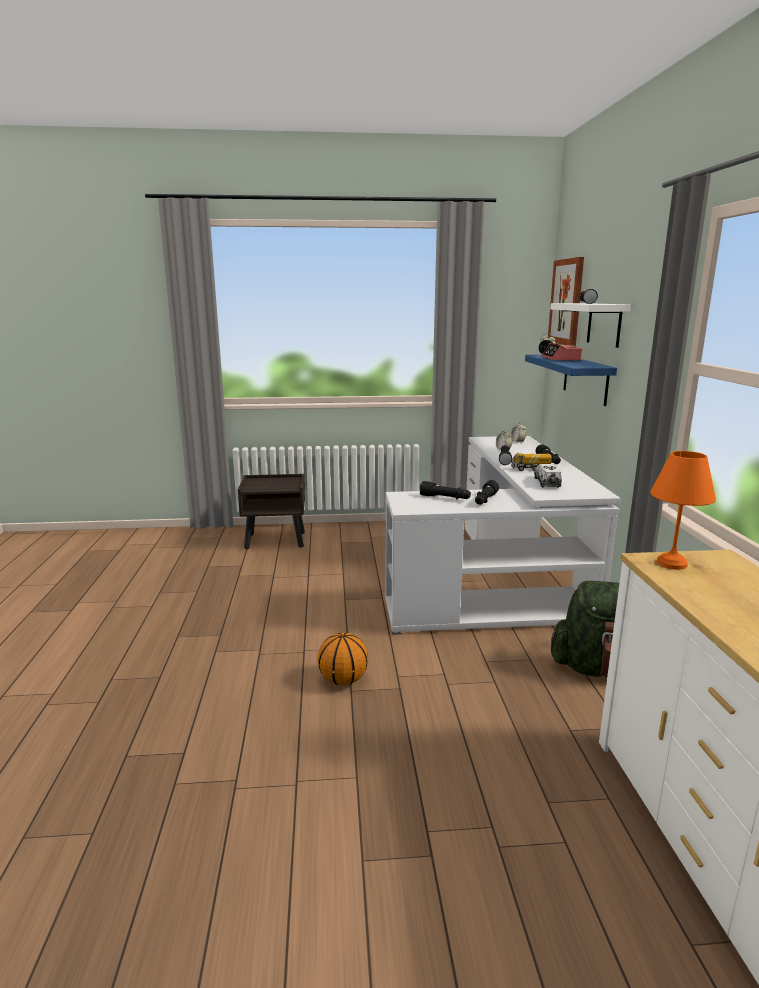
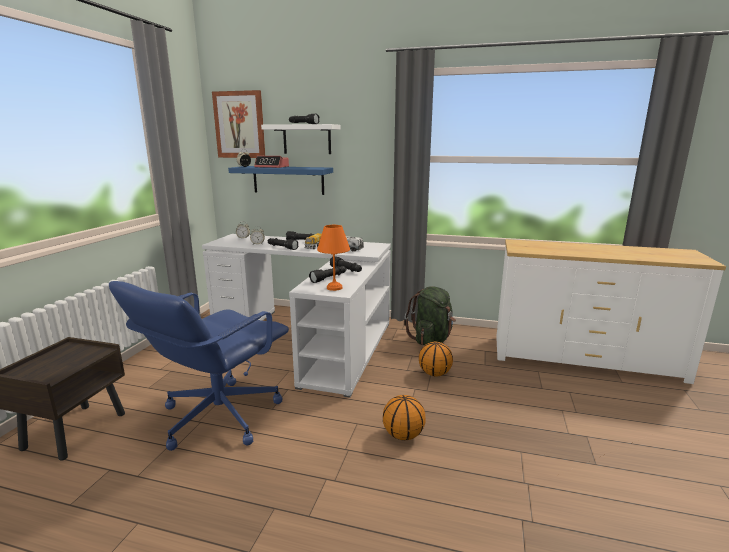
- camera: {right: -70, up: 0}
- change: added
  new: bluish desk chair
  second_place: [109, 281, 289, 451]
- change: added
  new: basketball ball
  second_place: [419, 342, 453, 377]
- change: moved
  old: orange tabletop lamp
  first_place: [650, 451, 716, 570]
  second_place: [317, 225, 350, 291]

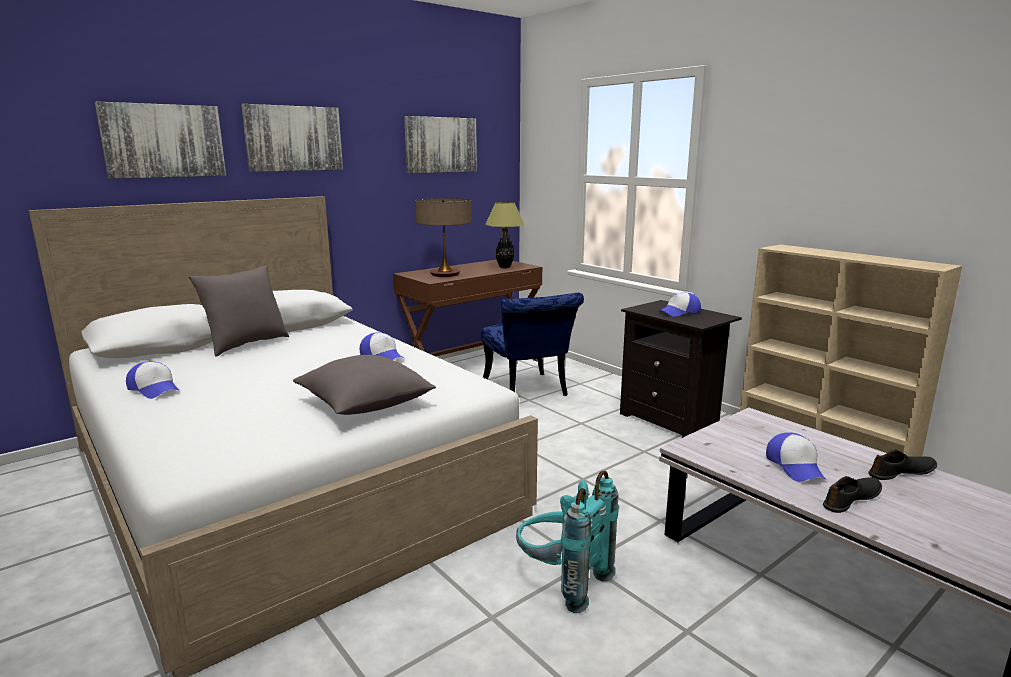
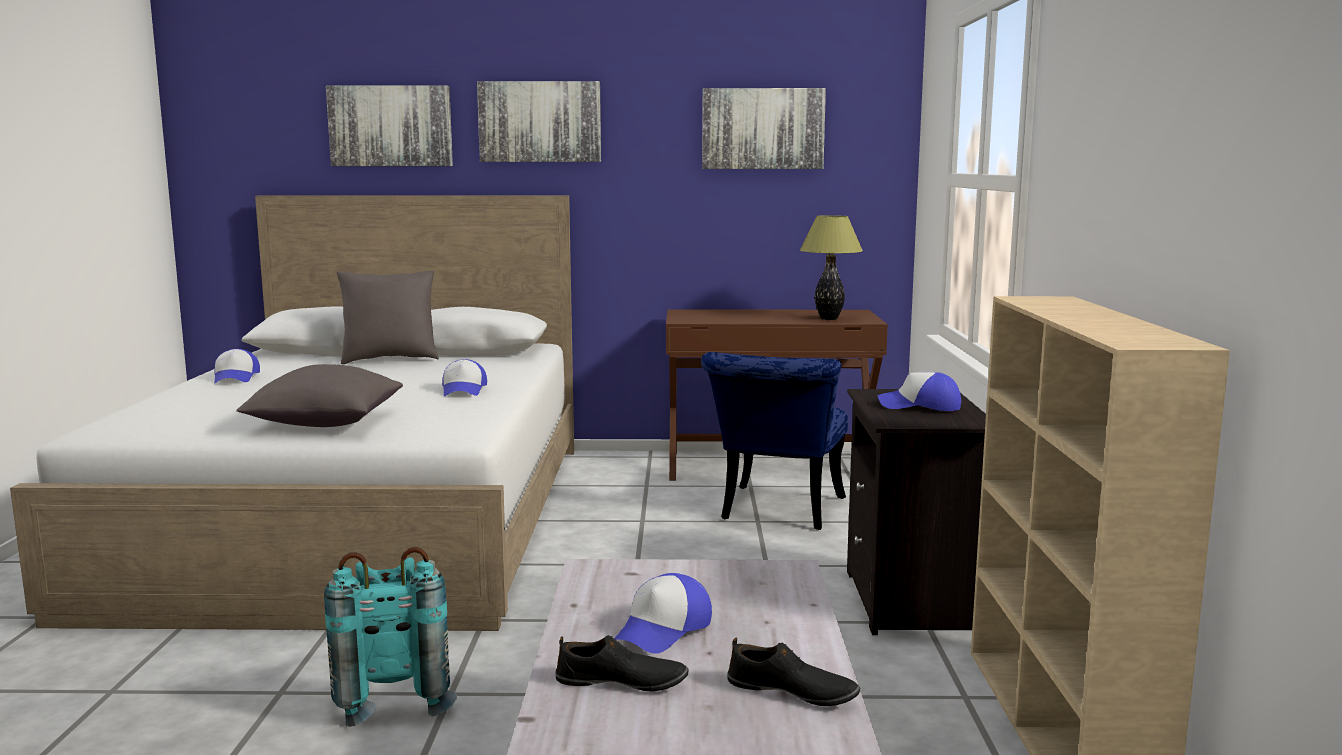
- camera: {right: 40, up: -5}
- change: removed
  old: tabletop lamp
  first_place: [415, 198, 471, 277]

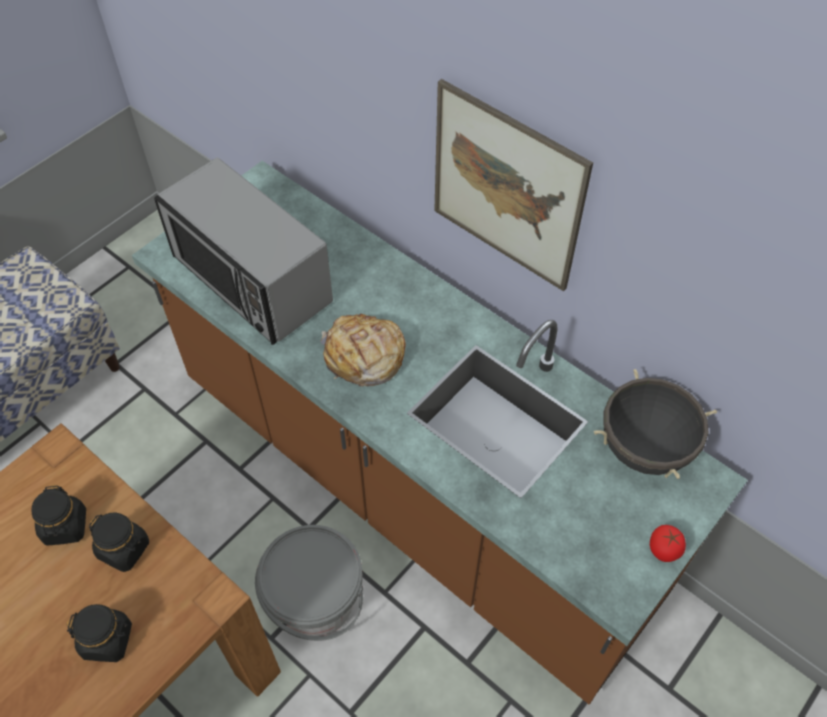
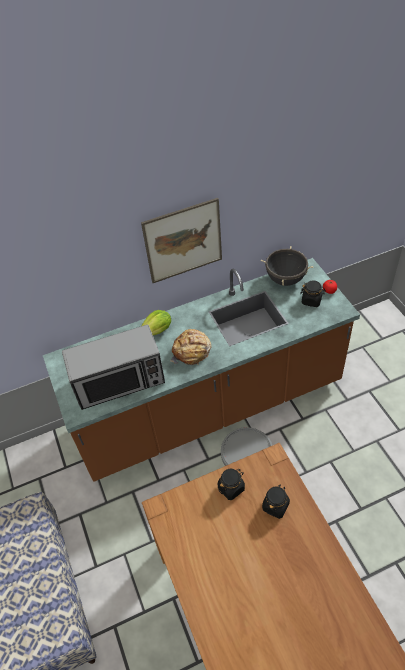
- camera: {right: -60, up: -5}
- change: added
  new: head of lettuce
  second_place: [142, 310, 171, 335]
- change: moved
  old: black-coloured preserve jar
  first_place: [31, 485, 86, 546]
  second_place: [300, 281, 326, 307]

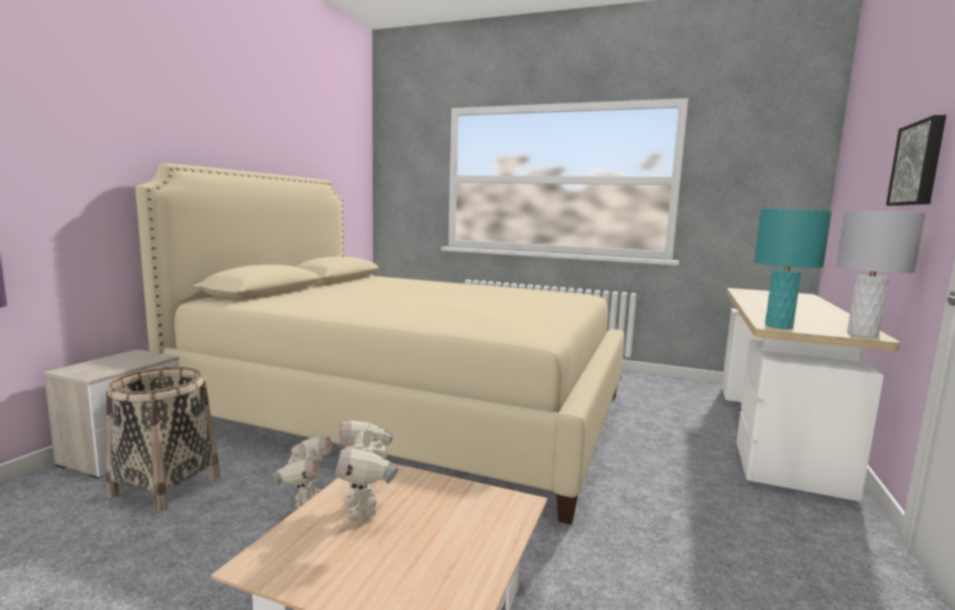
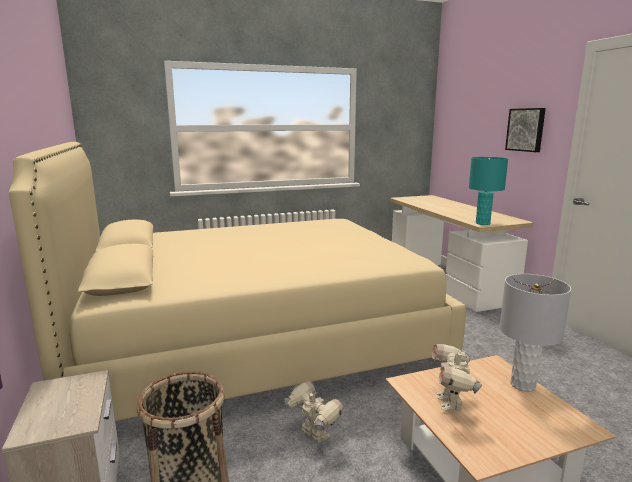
- camera: {right: -40, up: 5}
- change: moved
  old: grey tabletop lamp
  first_place: [836, 211, 926, 337]
  second_place: [499, 274, 571, 392]
- change: turned
  old: model robot
  first_place: [335, 418, 398, 519]
  second_place: [432, 344, 482, 412]
  degrees: 60

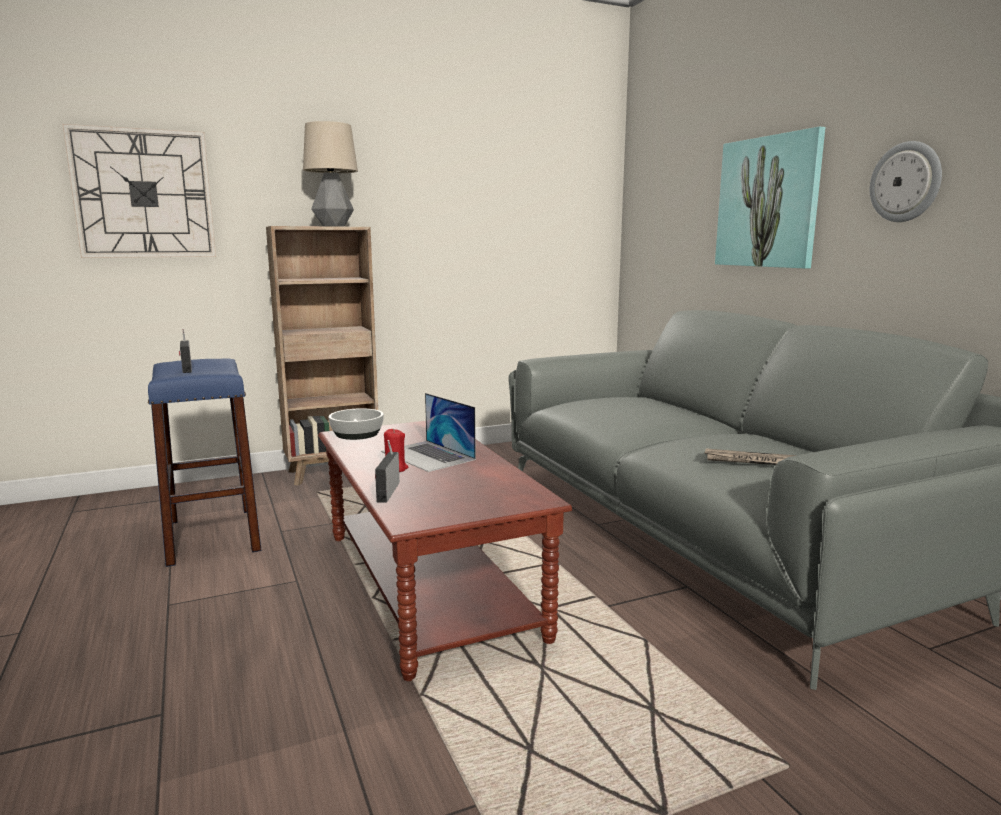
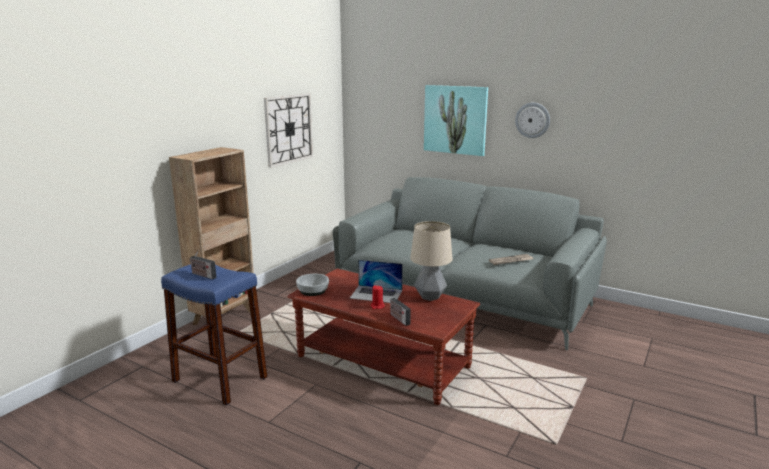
- camera: {right: -35, up: 5}
- change: moved
  old: hanging clock
  first_place: [63, 124, 216, 258]
  second_place: [264, 93, 313, 168]
- change: moved
  old: tabletop lamp
  first_place: [303, 121, 358, 227]
  second_place: [410, 221, 452, 301]

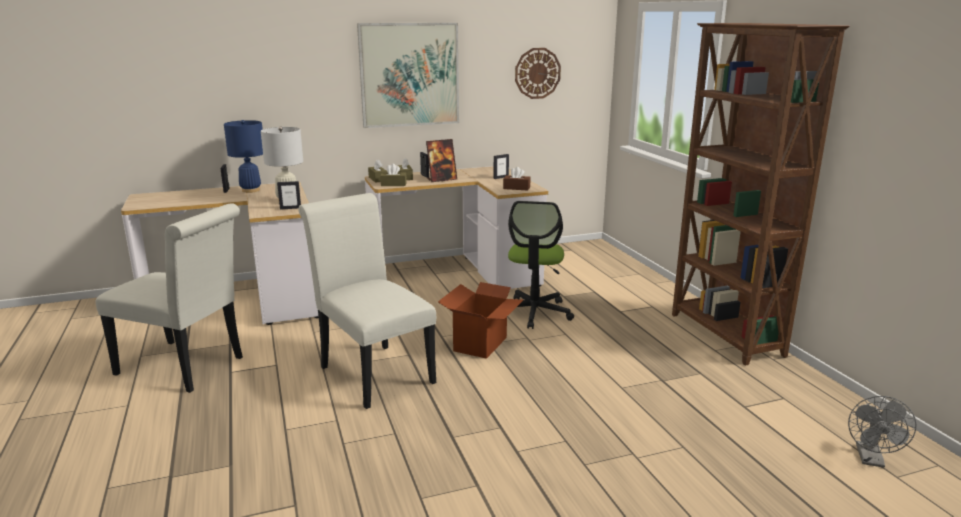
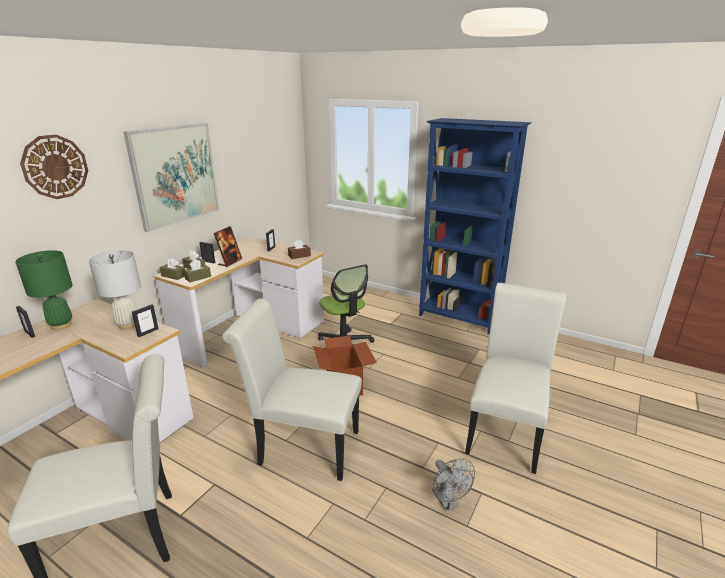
- camera: {right: -40, up: 5}
- change: added
  new: whitish chair
  second_place: [465, 283, 566, 474]
- change: moved
  old: hanging clock
  first_place: [515, 48, 561, 99]
  second_place: [20, 135, 88, 199]
- change: moved
  old: grey electric fan
  first_place: [848, 396, 917, 468]
  second_place: [432, 458, 475, 511]
- change: recoloured
  old: bluish tabletop lamp
  new: green-coloured tabletop lamp
  first_place: [224, 120, 263, 193]
  second_place: [15, 250, 73, 330]
- change: recoloured
  old: brown-coloured shelving unit
  new: bluish shelving unit
  first_place: [672, 23, 850, 365]
  second_place: [419, 118, 531, 334]

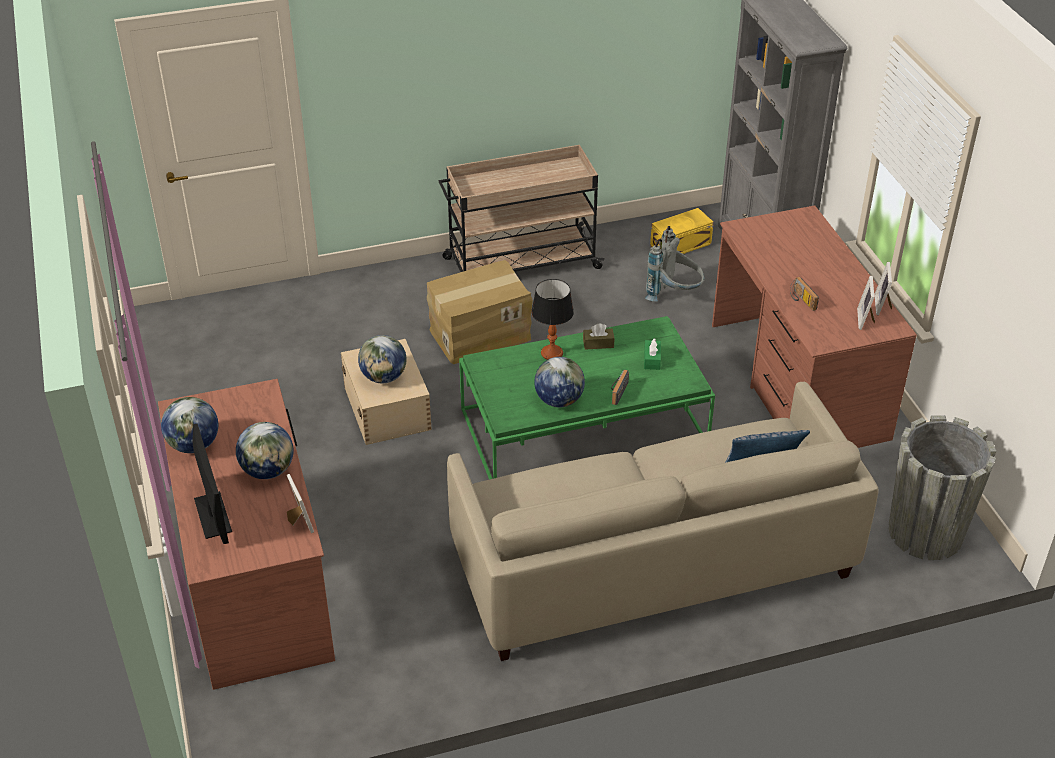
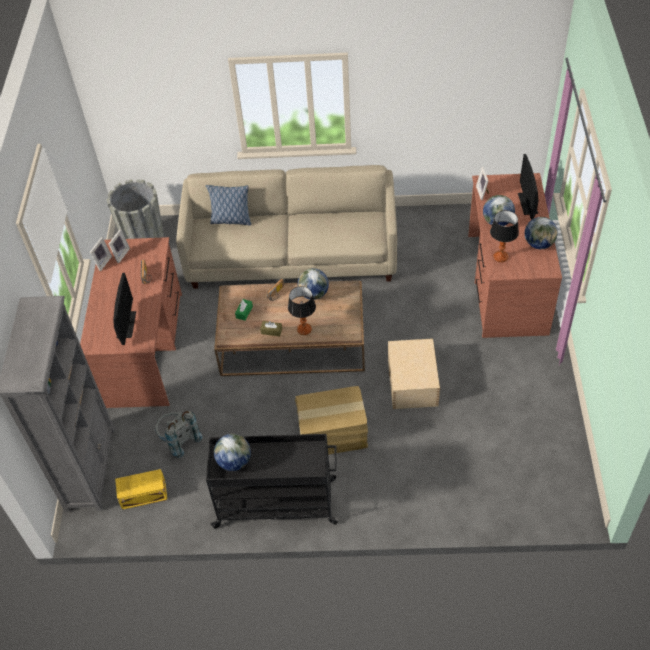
- camera: {right: -160, up: 10}
- change: added
  new: computer screen
  second_place: [113, 273, 136, 345]
- change: added
  new: tabletop lamp
  second_place: [490, 210, 519, 262]
- change: moved
  old: globe
  first_place: [358, 335, 406, 383]
  second_place: [214, 434, 251, 471]
- change: recoloured
  old: sand-coloured trolley
  new: black-coloured trolley
  first_place: [439, 145, 605, 272]
  second_place: [206, 434, 337, 529]
- change: recoloured
  old: green-coloured lounge table
  new: brown-coloured lounge table
  first_place: [459, 316, 715, 480]
  second_place: [214, 280, 365, 376]

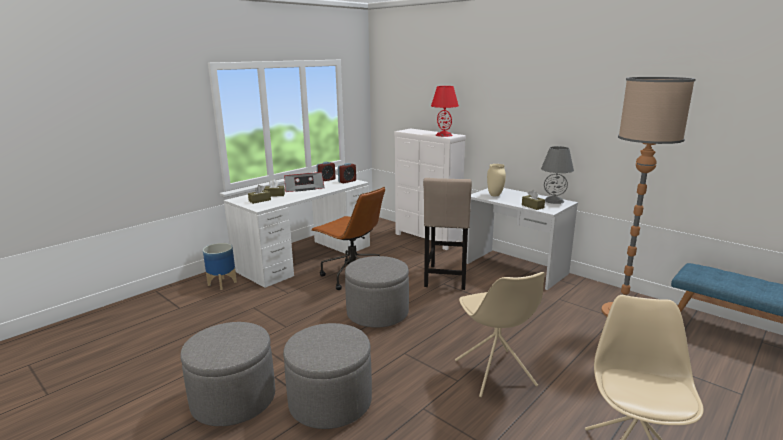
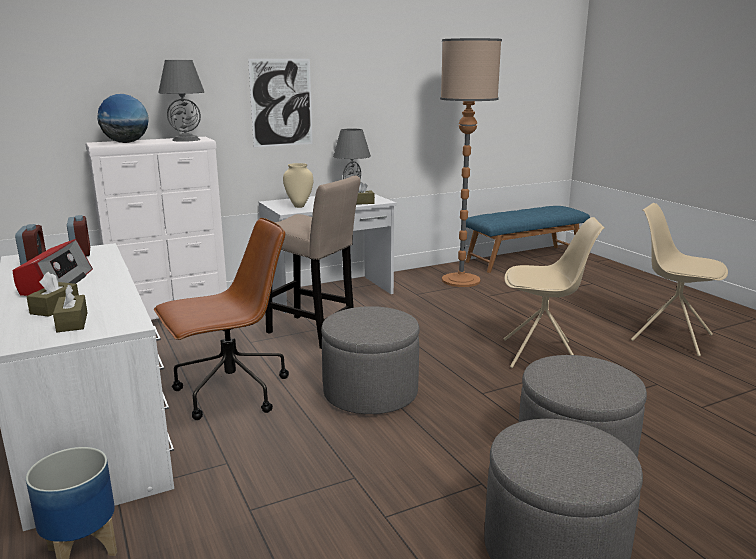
- camera: {right: -70, up: 0}
- change: added
  new: globe
  second_place: [97, 94, 149, 143]
- change: added
  new: picture
  second_place: [248, 59, 313, 147]
- change: recoloured
  old: red tabletop lamp
  new: grey tabletop lamp
  first_place: [431, 86, 459, 137]
  second_place: [158, 60, 204, 142]

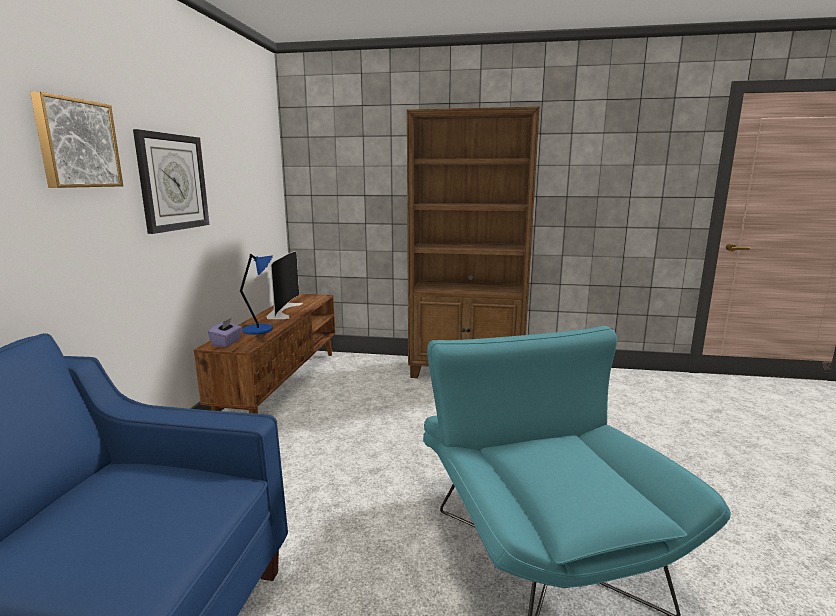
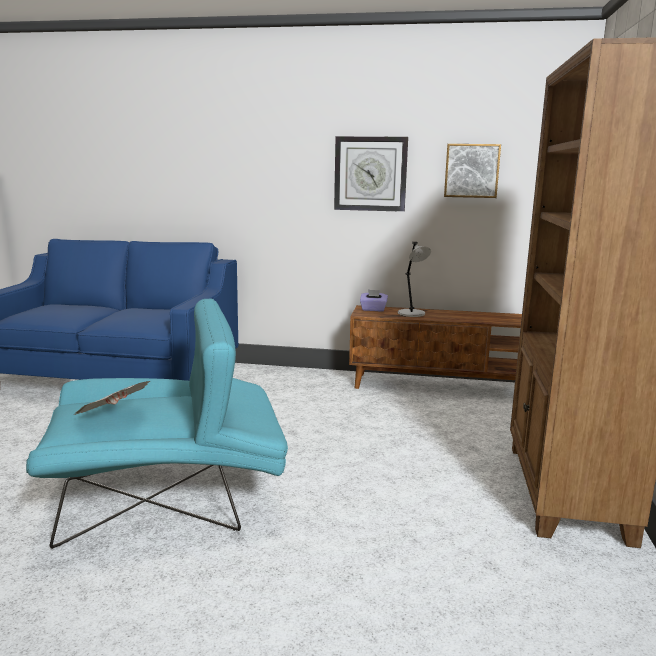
- camera: {right: 90, up: 0}
- change: removed
  old: TV
  first_place: [267, 251, 303, 319]
- change: added
  new: newspaper
  second_place: [74, 381, 150, 415]
- change: moved
  old: picture
  first_place: [30, 92, 123, 188]
  second_place: [444, 144, 501, 198]
- change: recoloured
  old: bluish tabletop lamp
  new: grey tabletop lamp
  first_place: [240, 254, 273, 335]
  second_place: [398, 242, 431, 317]

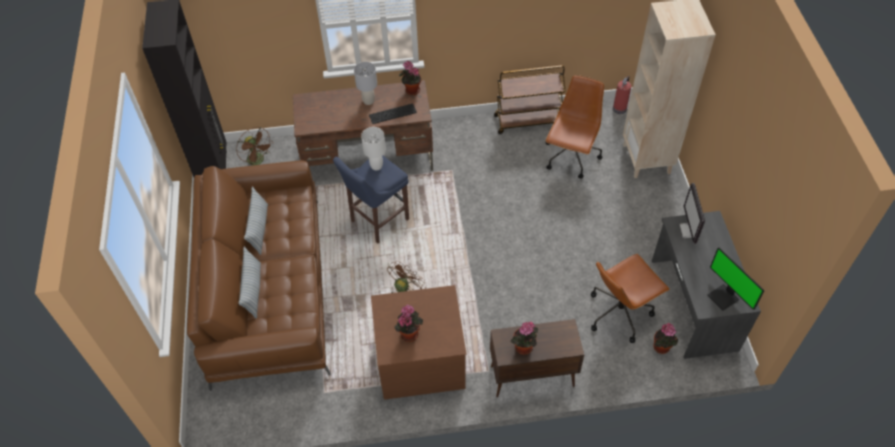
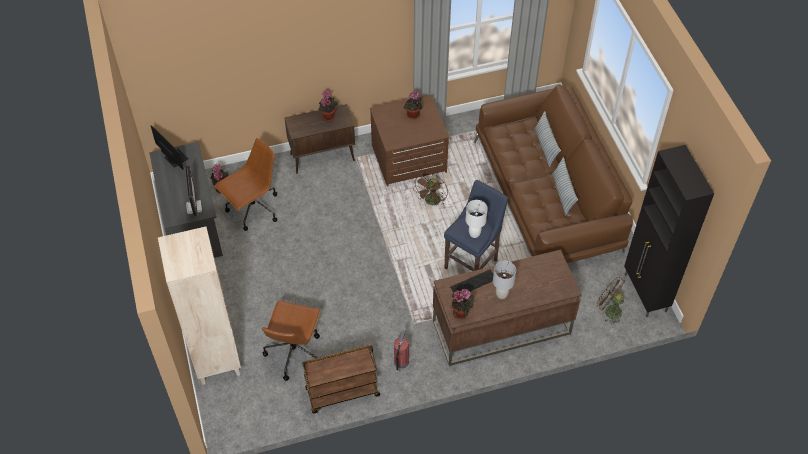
- camera: {right: 170, up: 0}
- change: moved
  old: extinguisher
  first_place: [613, 76, 631, 114]
  second_place: [394, 330, 409, 373]

